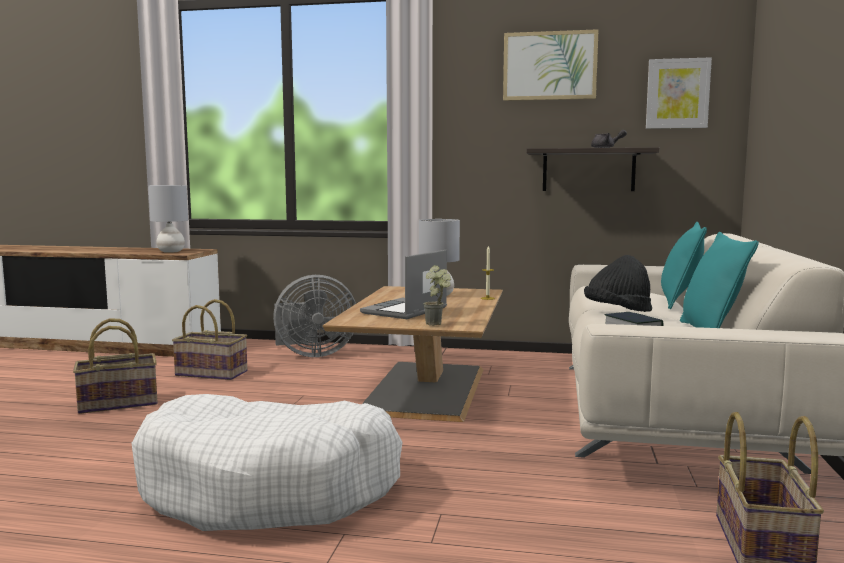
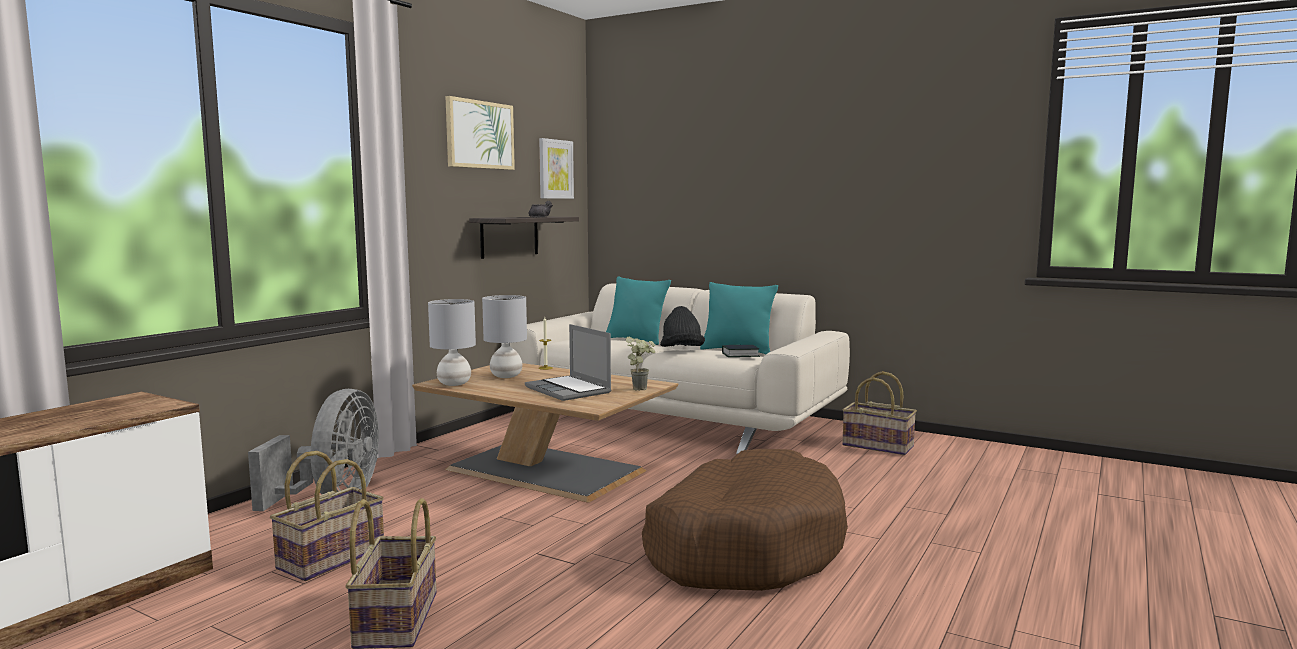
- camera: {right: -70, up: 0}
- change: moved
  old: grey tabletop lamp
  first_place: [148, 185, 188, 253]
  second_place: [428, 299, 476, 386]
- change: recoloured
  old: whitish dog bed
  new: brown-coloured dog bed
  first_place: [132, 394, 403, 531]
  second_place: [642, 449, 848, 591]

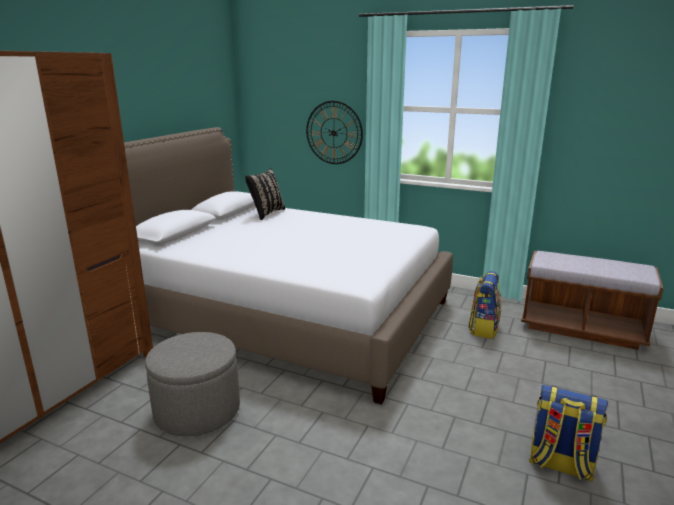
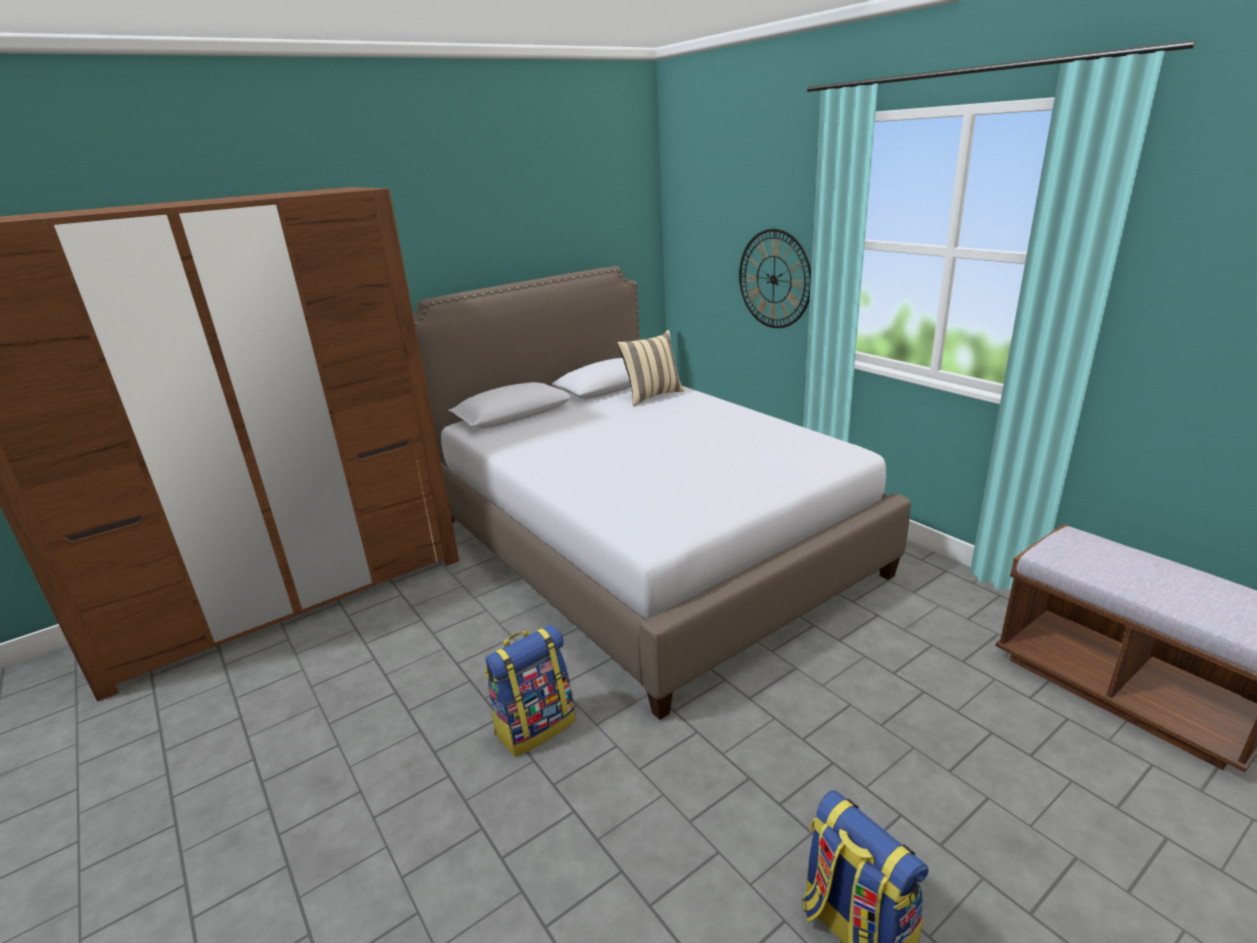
- camera: {right: 30, up: 5}
- change: removed
  old: grey pouffe
  first_place: [145, 332, 240, 436]
- change: moved
  old: backpack
  first_place: [468, 271, 501, 339]
  second_place: [485, 625, 575, 757]
- change: recoloured
  old: black-coloured pillow
  new: sand-coloured pillow
  first_place: [245, 168, 285, 220]
  second_place: [617, 330, 684, 406]

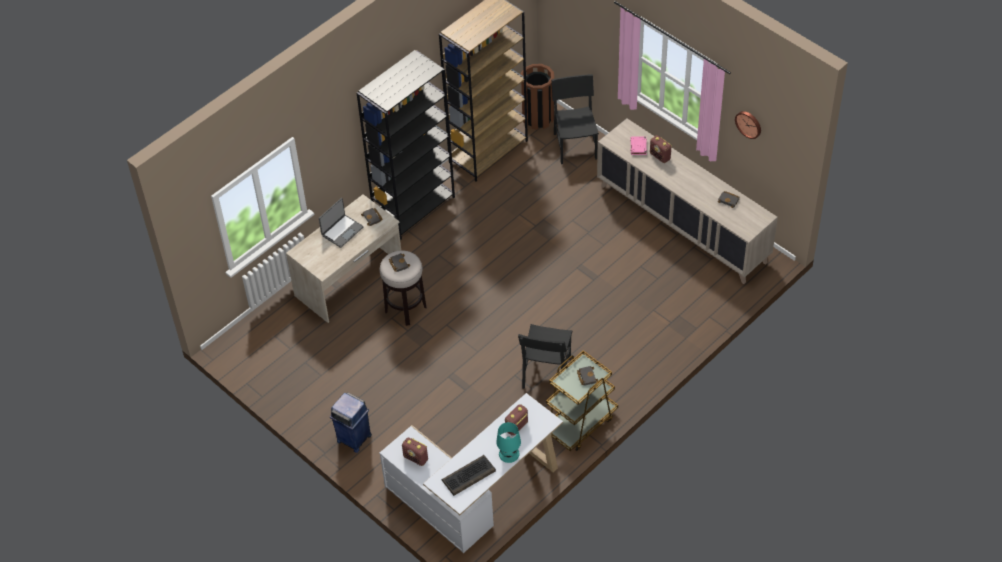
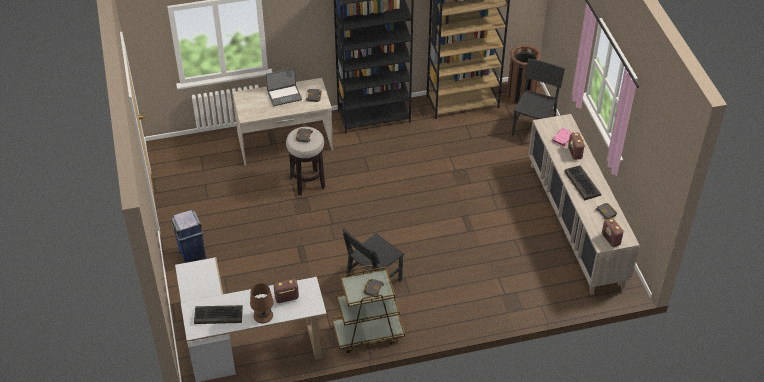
- camera: {right: 30, up: -5}
- change: removed
  old: hanging clock
  first_place: [735, 111, 761, 139]
- change: added
  new: computer keyboard
  second_place: [564, 165, 602, 200]
- change: moved
  old: radio
  first_place: [402, 438, 428, 466]
  second_place: [602, 218, 624, 247]
- change: recoloured
  old: blue-green tabletop lamp
  new: brown-coloured tabletop lamp
  first_place: [496, 422, 521, 463]
  second_place: [250, 283, 274, 323]

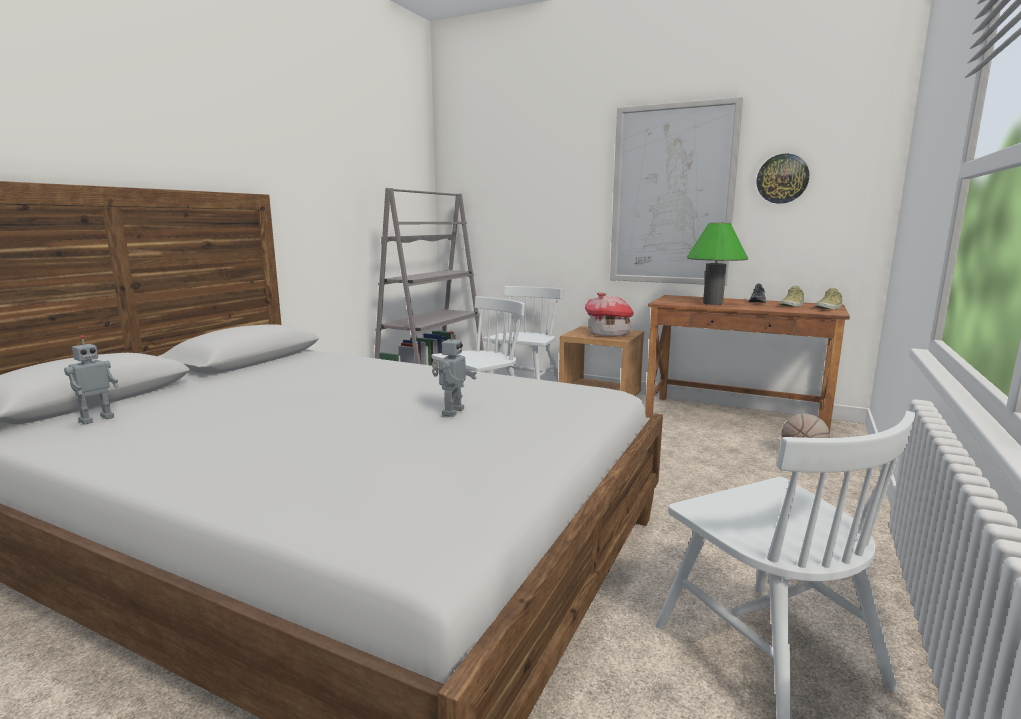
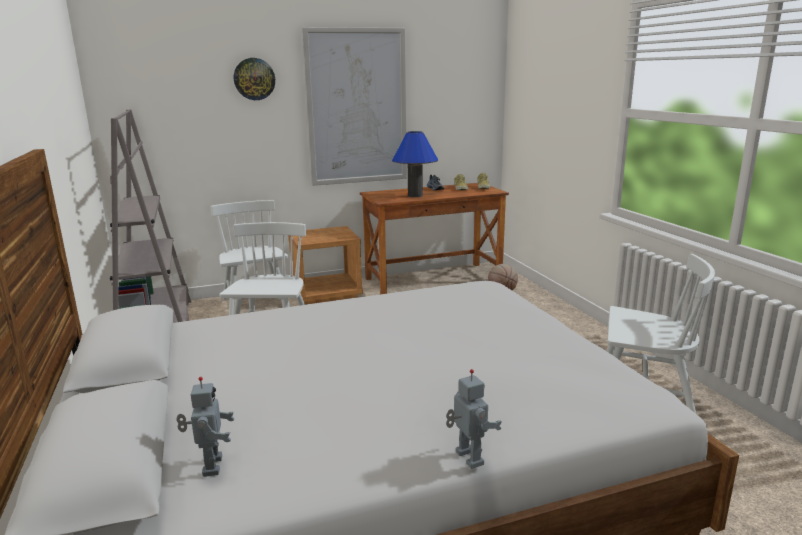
- camera: {right: -45, up: 5}
- change: removed
  old: model house
  first_place: [585, 293, 634, 336]
- change: moved
  old: model robot
  first_place: [432, 331, 477, 417]
  second_place: [446, 369, 502, 469]
- change: moved
  old: hanging clock
  first_place: [757, 154, 809, 204]
  second_place: [234, 58, 275, 100]
- change: recoloured
  old: green-coloured tabletop lamp
  new: bluish tabletop lamp
  first_place: [686, 223, 748, 305]
  second_place: [392, 131, 438, 197]

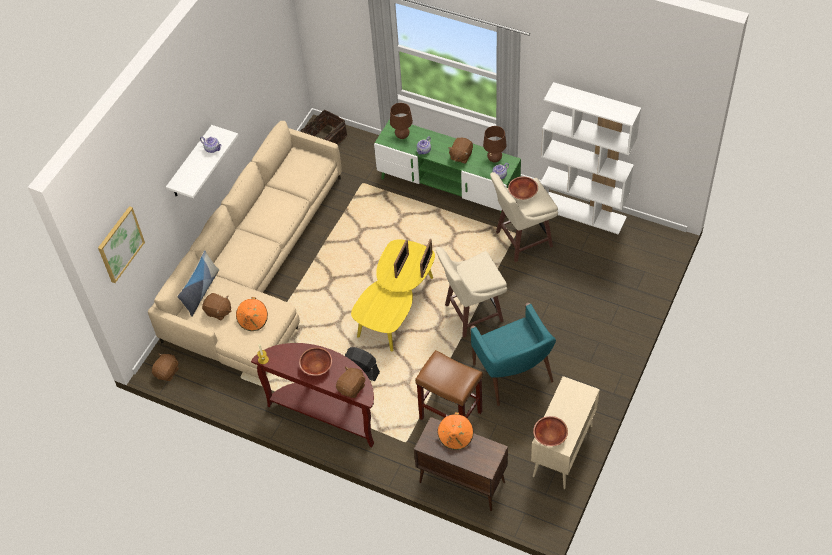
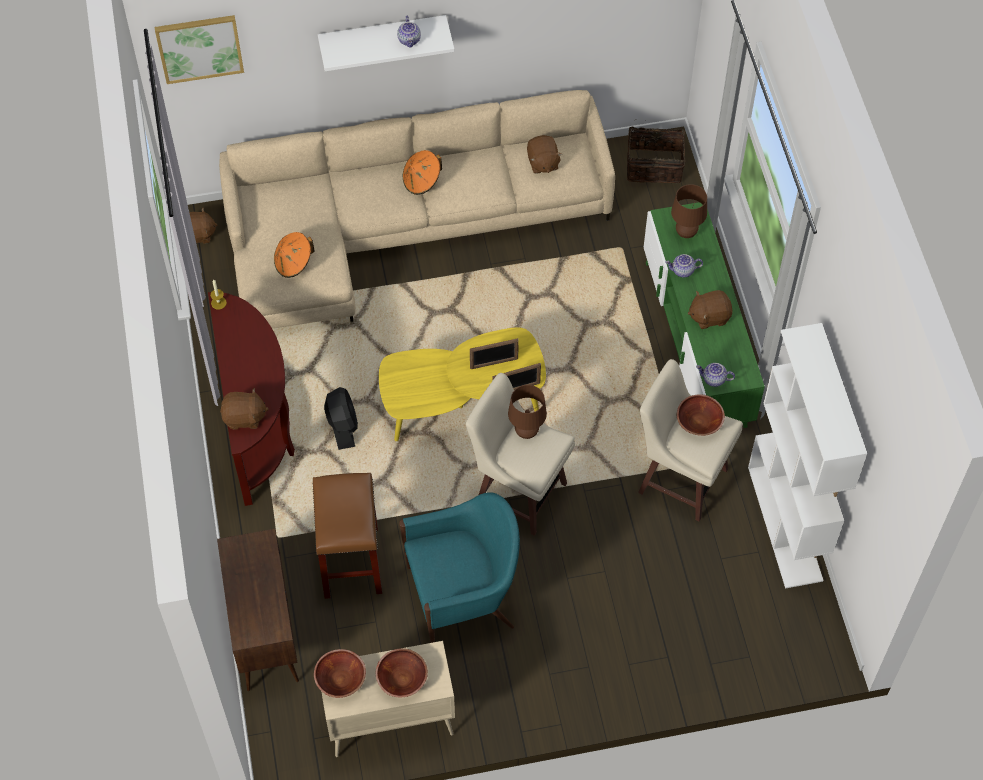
- camera: {right: 50, up: 5}
- change: removed
  old: pillow
  first_place: [177, 250, 219, 317]
- change: moved
  old: brown-coloured cuddly toy
  first_place: [202, 293, 231, 320]
  second_place: [527, 135, 562, 174]
- change: moved
  old: brown-coloured serving bowl
  first_place: [299, 347, 332, 376]
  second_place: [376, 648, 428, 698]
- change: moved
  old: orange clothing hat
  first_place: [437, 412, 473, 450]
  second_place: [403, 150, 442, 195]
- change: moved
  old: brown-coloured tabletop lamp
  first_place: [483, 126, 507, 163]
  second_place: [508, 385, 547, 439]
- change: turned
  old: blue-green easy chair
  first_place: [470, 303, 556, 406]
  second_place: [399, 492, 520, 643]
  degrees: -135

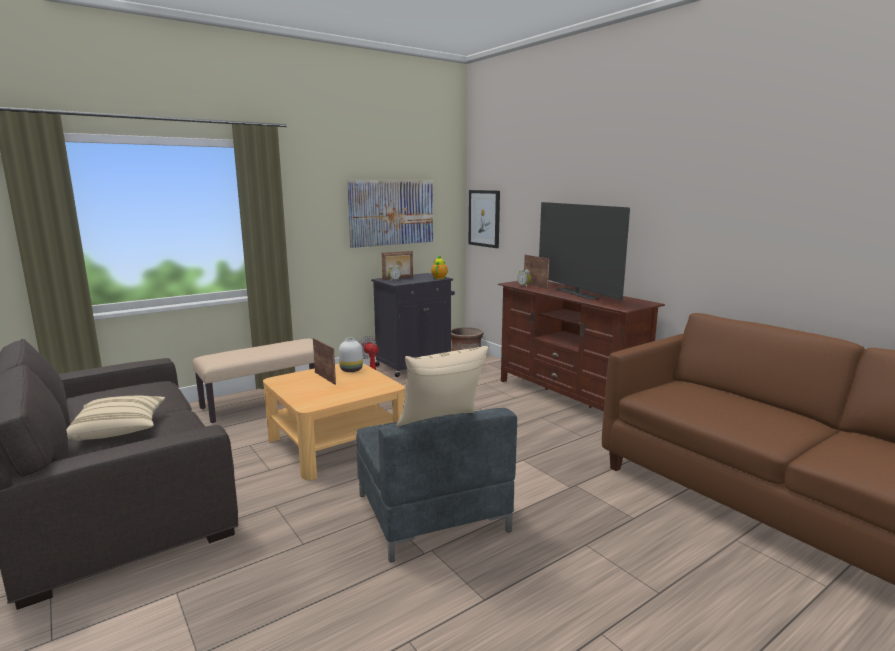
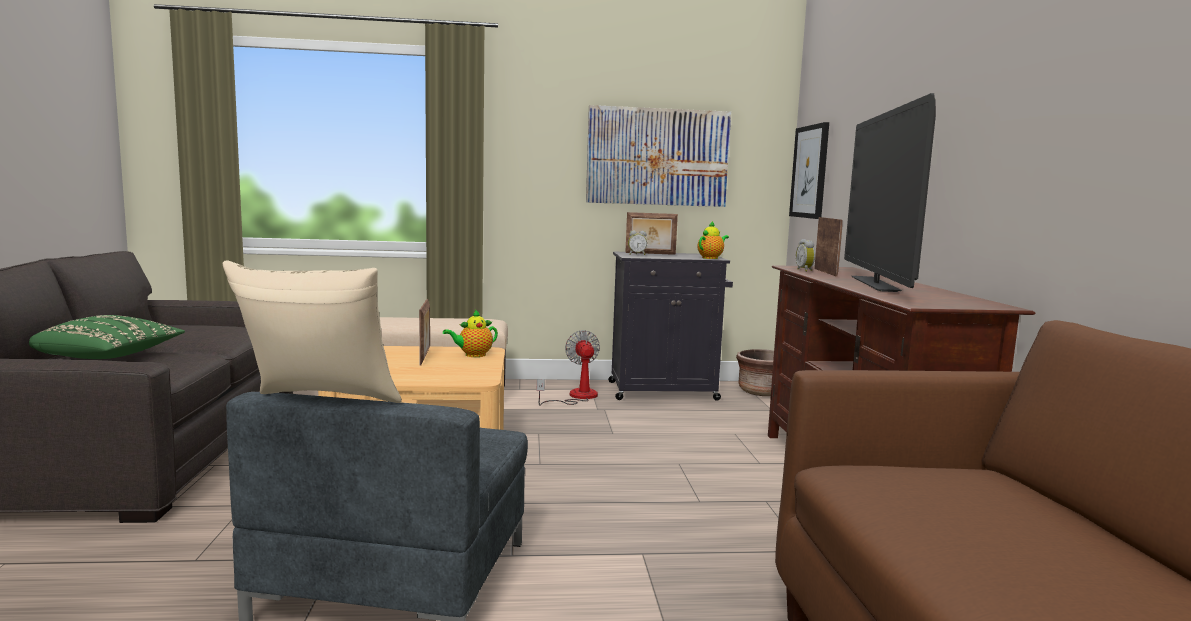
- camera: {right: 30, up: -5}
- change: replaced
  old: whitish vase
  new: tea pot
  first_place: [339, 338, 363, 372]
  second_place: [443, 309, 498, 357]
- change: recoloured
  old: sand-coloured pillow
  new: green-coloured pillow
  first_place: [66, 396, 165, 441]
  second_place: [29, 315, 185, 359]

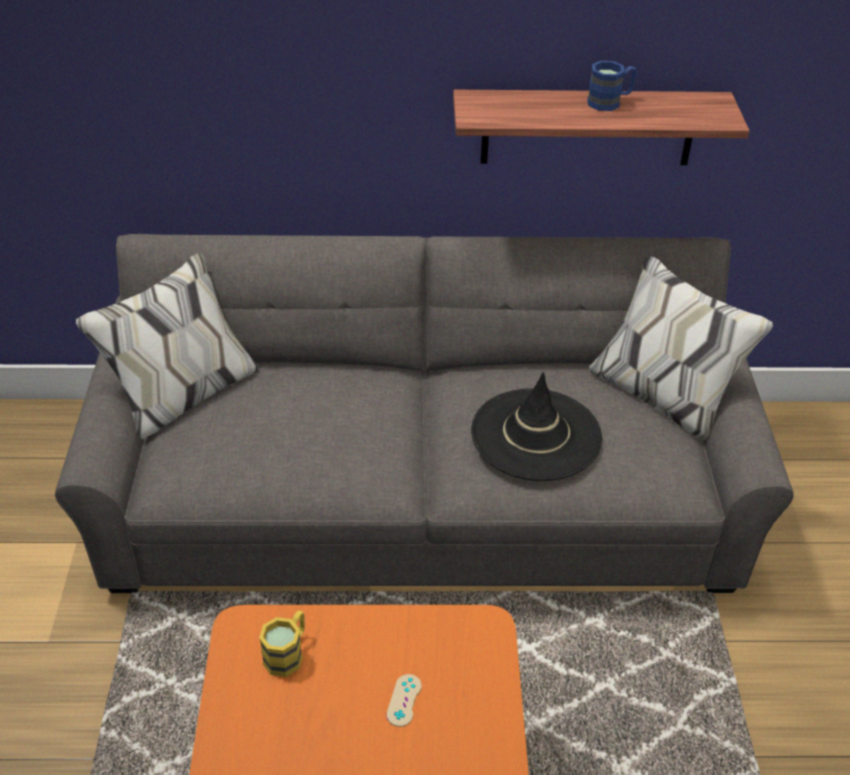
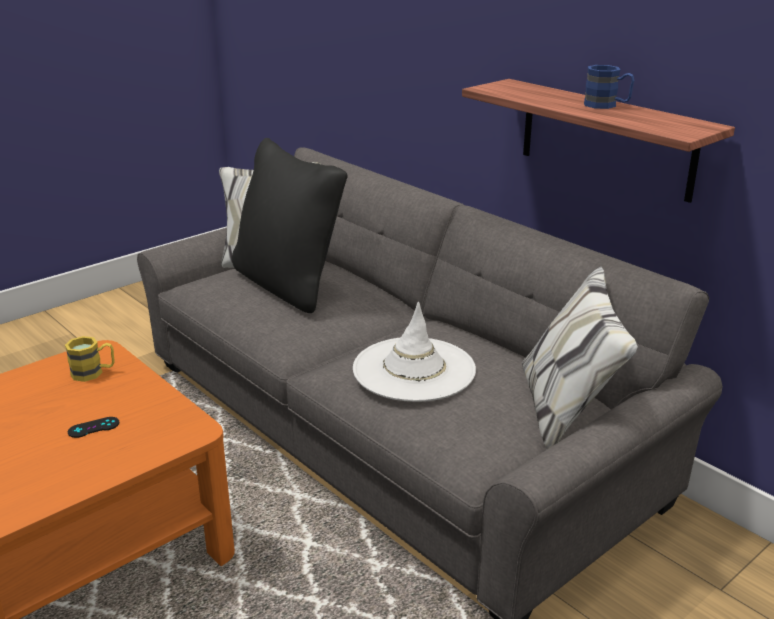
- camera: {right: 50, up: -15}
- change: added
  new: black-coloured pillow
  second_place: [232, 138, 348, 313]
- change: recoloured
  old: sand-coloured joypad
  new: black-coloured joypad
  first_place: [386, 674, 422, 727]
  second_place: [68, 417, 119, 438]
- change: recoloured
  old: black-coloured clothing hat
  new: whitish clothing hat
  first_place: [471, 372, 602, 481]
  second_place: [353, 302, 476, 402]

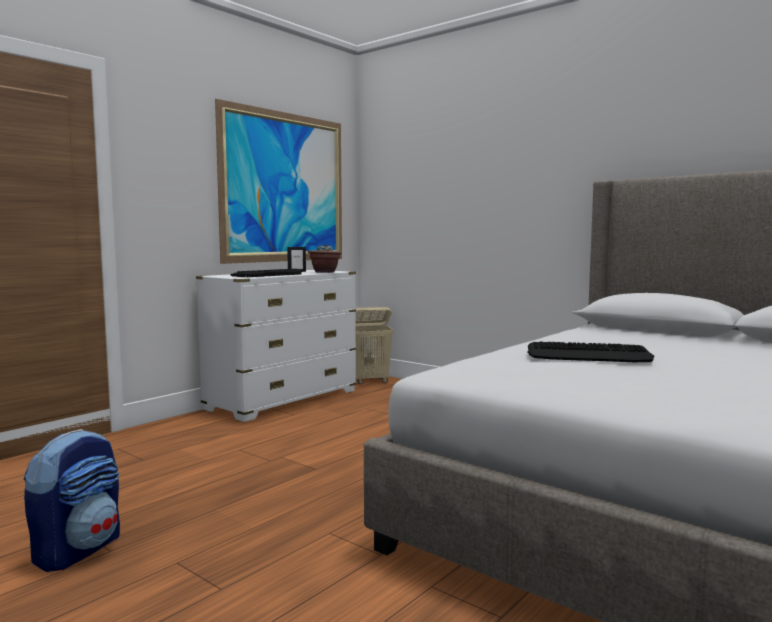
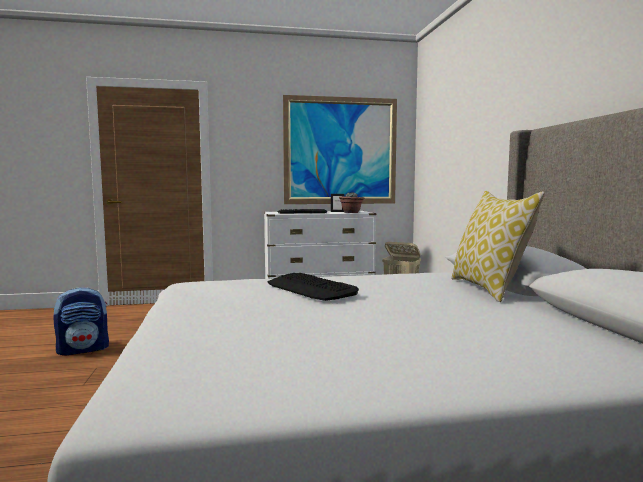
- camera: {right: 40, up: 0}
- change: added
  new: pillow
  second_place: [451, 191, 545, 302]

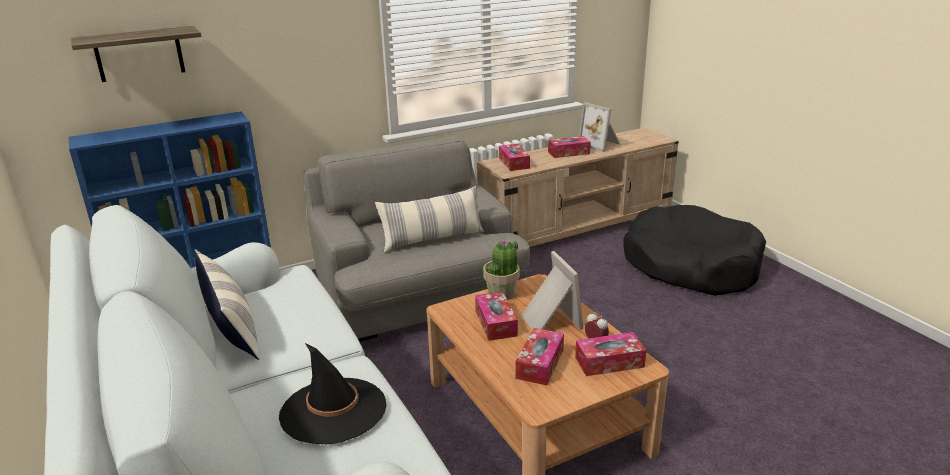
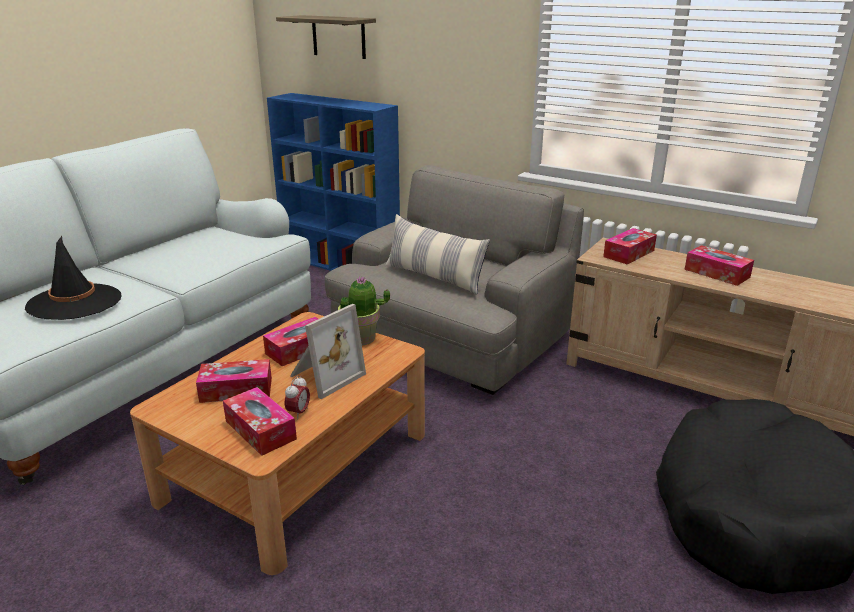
- camera: {right: 60, up: 0}
- change: removed
  old: pillow
  first_place: [194, 249, 260, 360]
- change: removed
  old: standing frame
  first_place: [579, 102, 620, 152]

